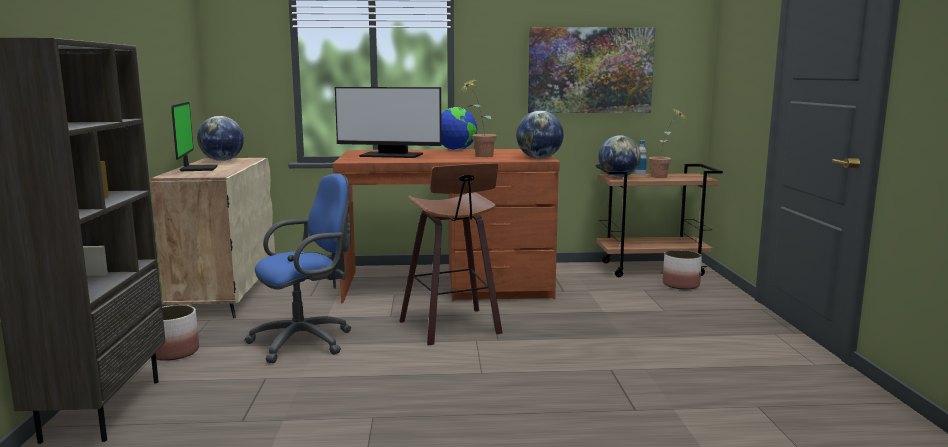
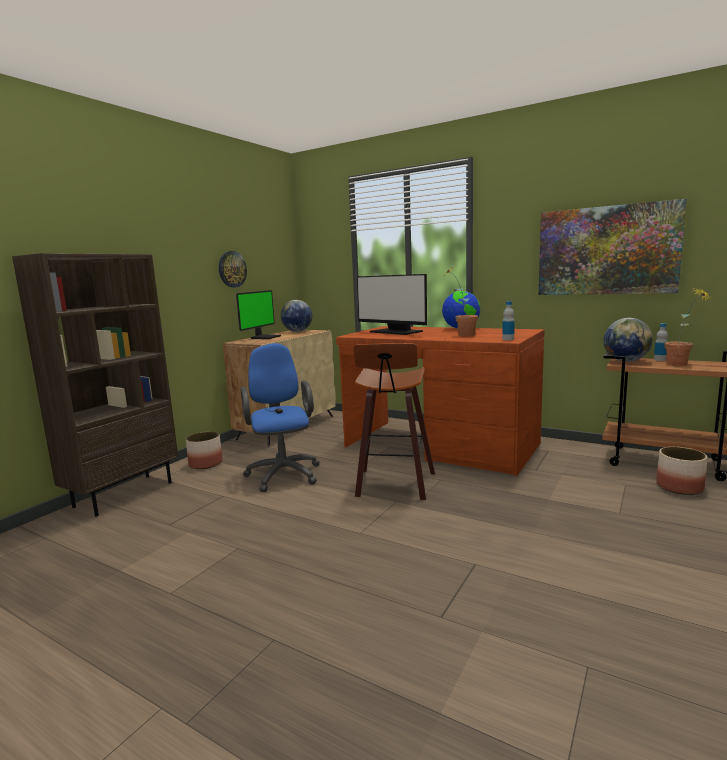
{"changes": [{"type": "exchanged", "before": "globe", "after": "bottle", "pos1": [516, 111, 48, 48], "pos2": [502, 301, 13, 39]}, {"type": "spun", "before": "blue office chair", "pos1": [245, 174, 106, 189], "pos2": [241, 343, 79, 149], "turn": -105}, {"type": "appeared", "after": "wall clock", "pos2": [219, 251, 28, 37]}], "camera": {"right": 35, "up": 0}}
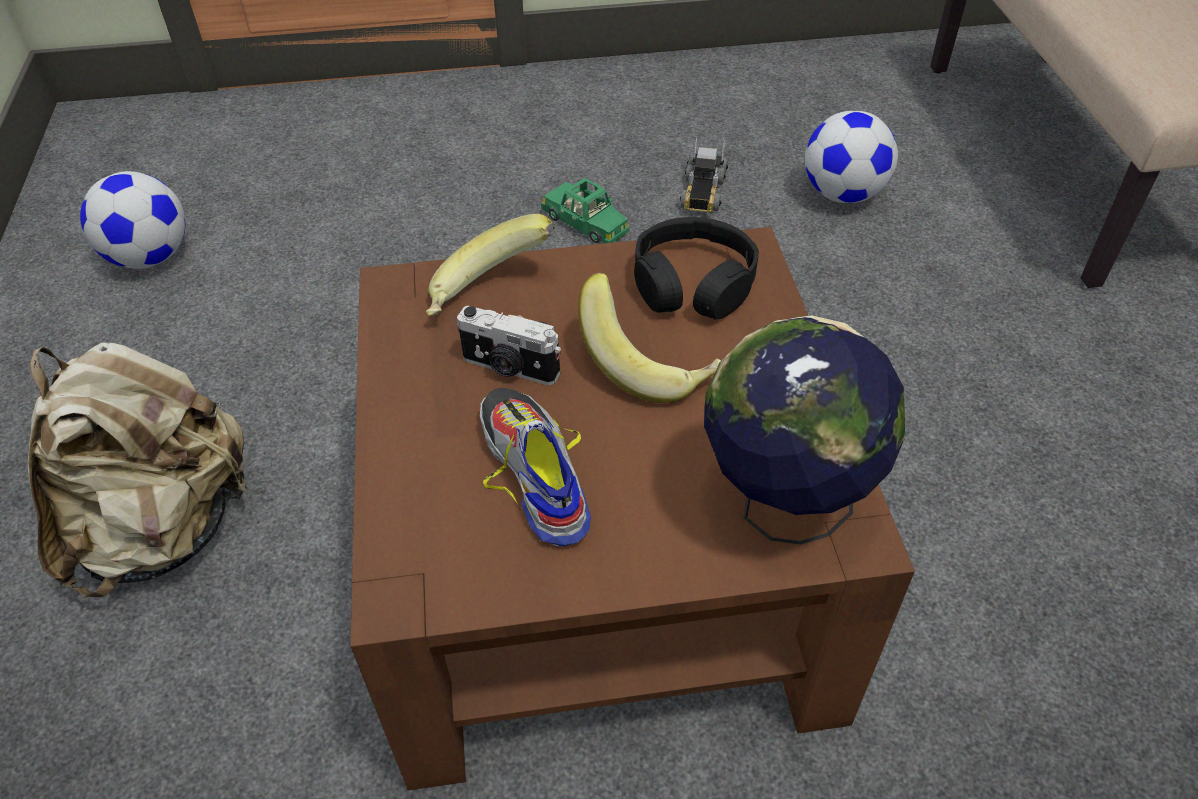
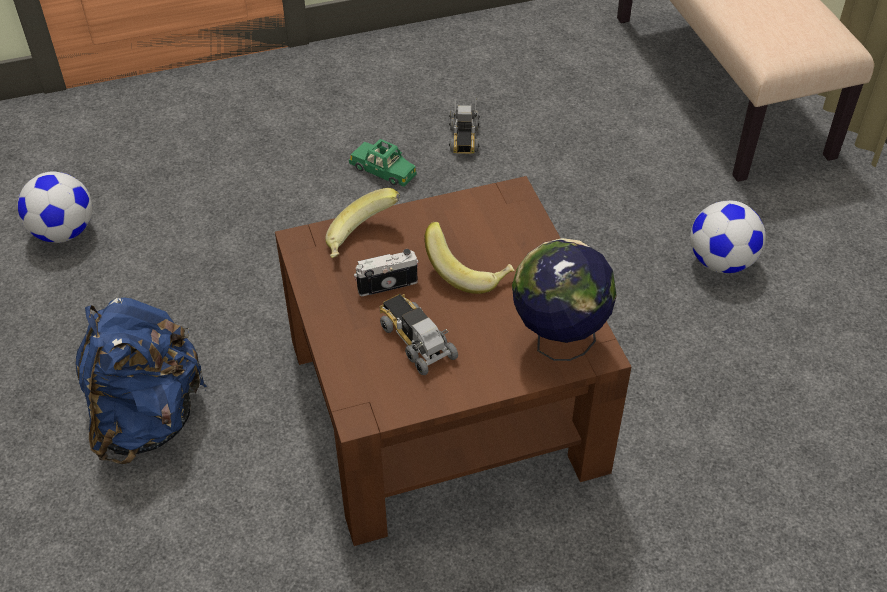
{"changes": [{"type": "relocated", "before": "football", "pos1": [805, 111, 93, 92], "pos2": [690, 201, 76, 72]}, {"type": "missing", "before": "black headphones", "pos1": [634, 217, 125, 102]}, {"type": "spun", "before": "photo camera", "pos1": [457, 306, 104, 79], "pos2": [354, 249, 65, 47], "turn": 150}, {"type": "colour", "before": "beige backpack", "after": "blue backpack", "pos1": [28, 342, 225, 255], "pos2": [76, 297, 131, 167]}, {"type": "exchanged", "before": "shoe", "after": "toy truck", "pos1": [480, 388, 111, 159], "pos2": [380, 294, 78, 81]}], "camera": {"right": -10, "up": 0}}
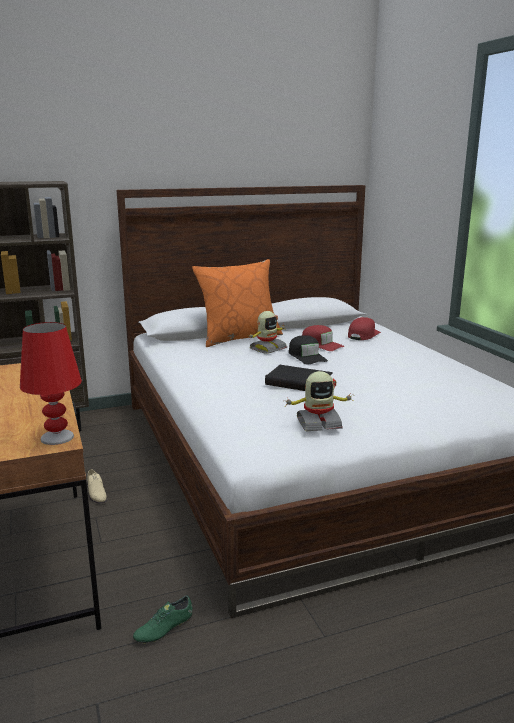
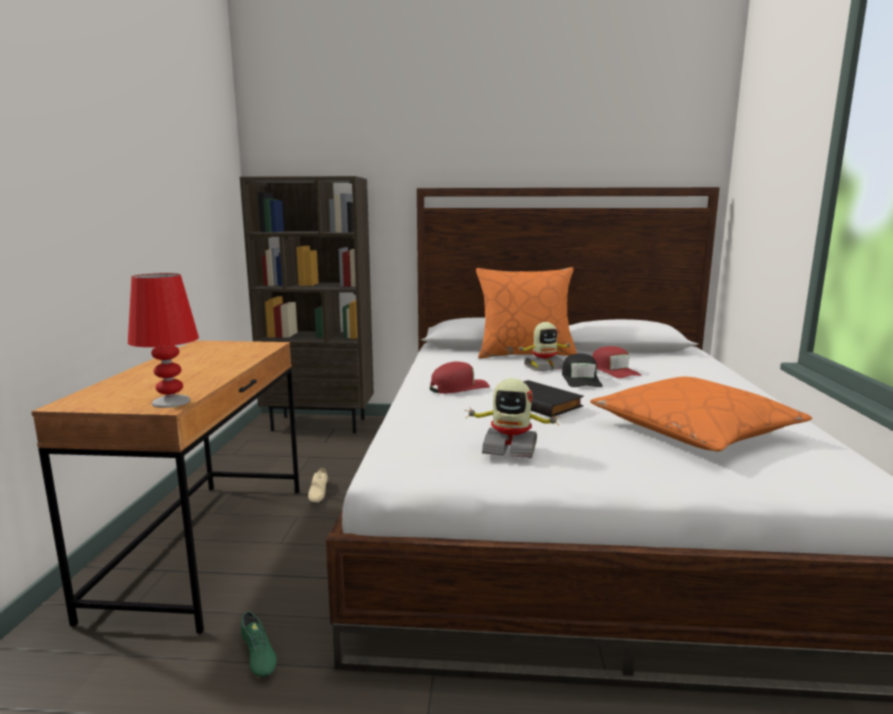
{"changes": [{"type": "relocated", "before": "red cap", "pos1": [348, 317, 33, 23], "pos2": [430, 362, 60, 32]}, {"type": "spun", "before": "green shoe", "pos1": [133, 596, 60, 48], "pos2": [241, 611, 36, 67], "turn": -105}, {"type": "appeared", "after": "orange pillow", "pos2": [590, 377, 222, 75]}], "camera": {"right": 25, "up": -5}}
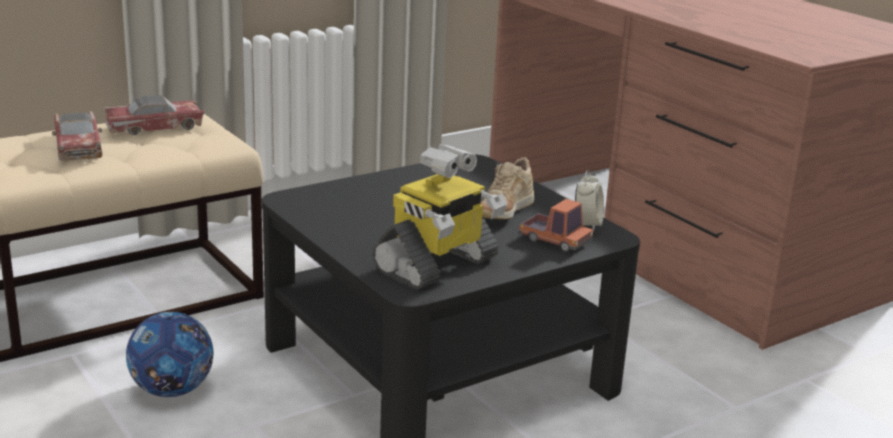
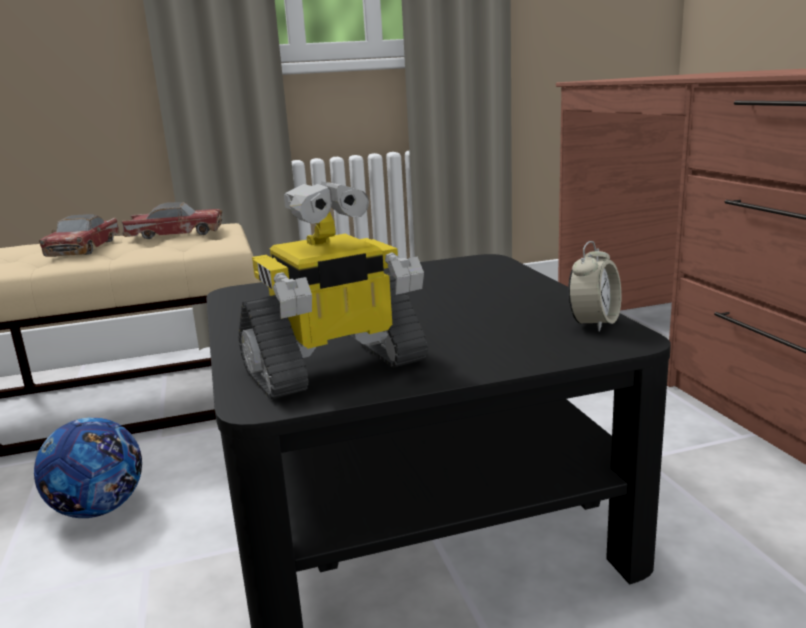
{"changes": [{"type": "missing", "before": "beige shoe", "pos1": [480, 157, 54, 62]}, {"type": "missing", "before": "toy truck", "pos1": [519, 199, 74, 53]}], "camera": {"right": 20, "up": -5}}
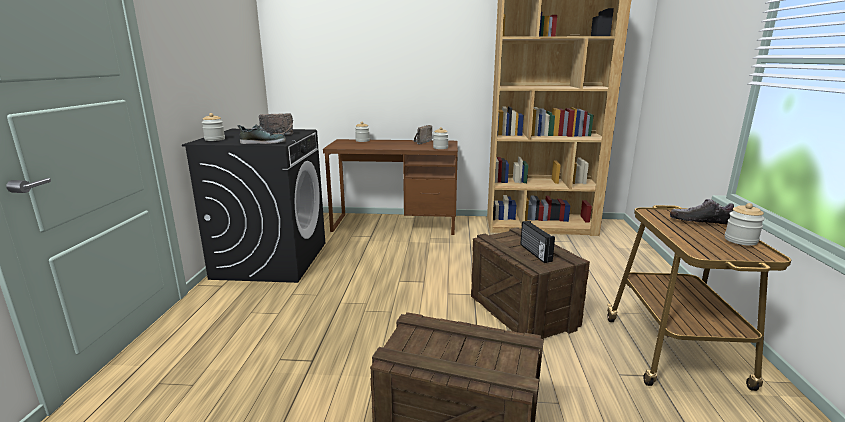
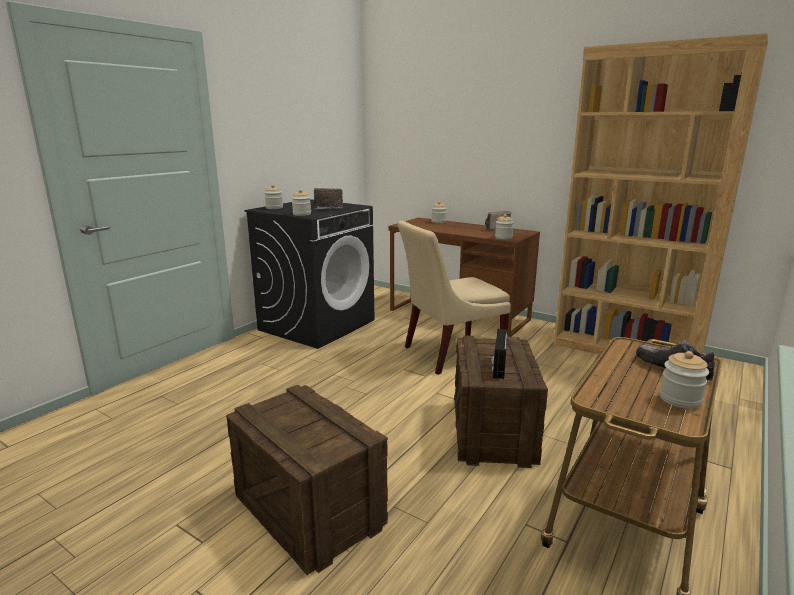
{"changes": [{"type": "exchanged", "before": "shoe", "after": "jar", "pos1": [237, 124, 49, 20], "pos2": [292, 189, 19, 27]}, {"type": "appeared", "after": "beige chair", "pos2": [398, 221, 113, 154]}], "camera": {"right": 30, "up": 0}}
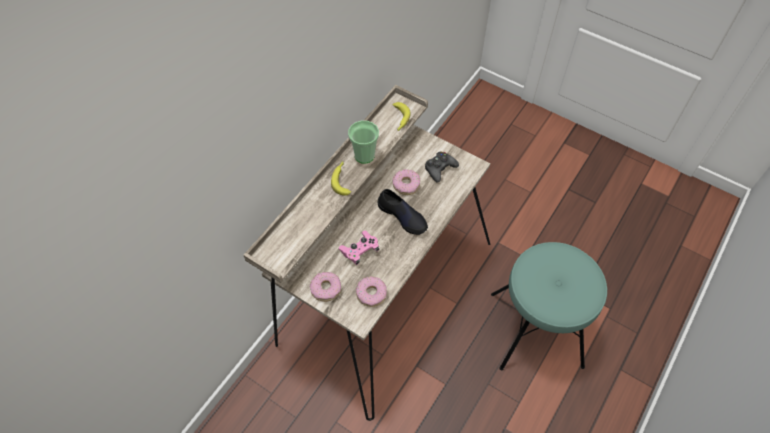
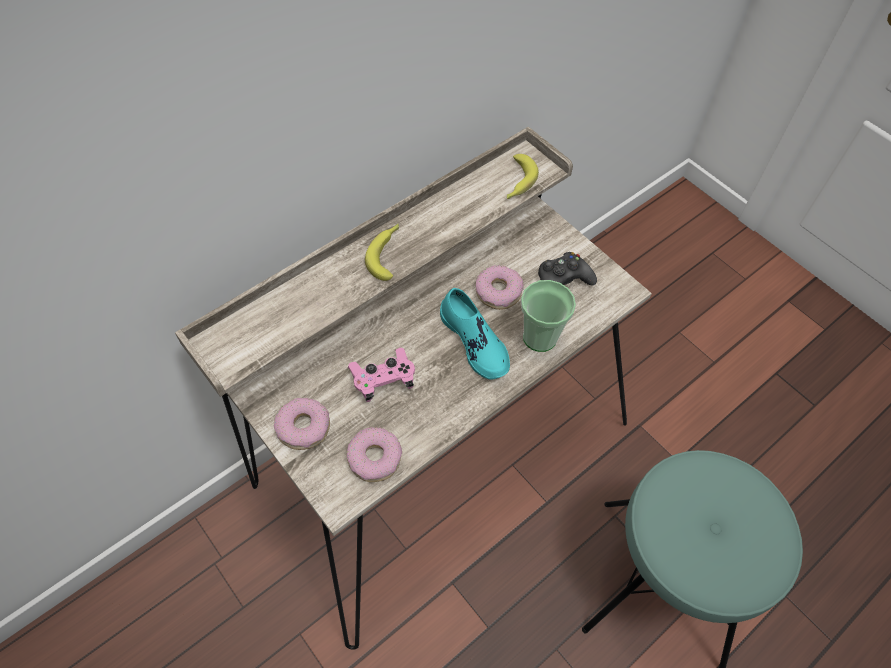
{"changes": [{"type": "relocated", "before": "cup", "pos1": [348, 121, 31, 43], "pos2": [521, 280, 55, 72]}, {"type": "colour", "before": "black shoe", "after": "turquoise shoe", "pos1": [378, 189, 50, 46], "pos2": [440, 288, 70, 92]}], "camera": {"right": 15, "up": 0}}
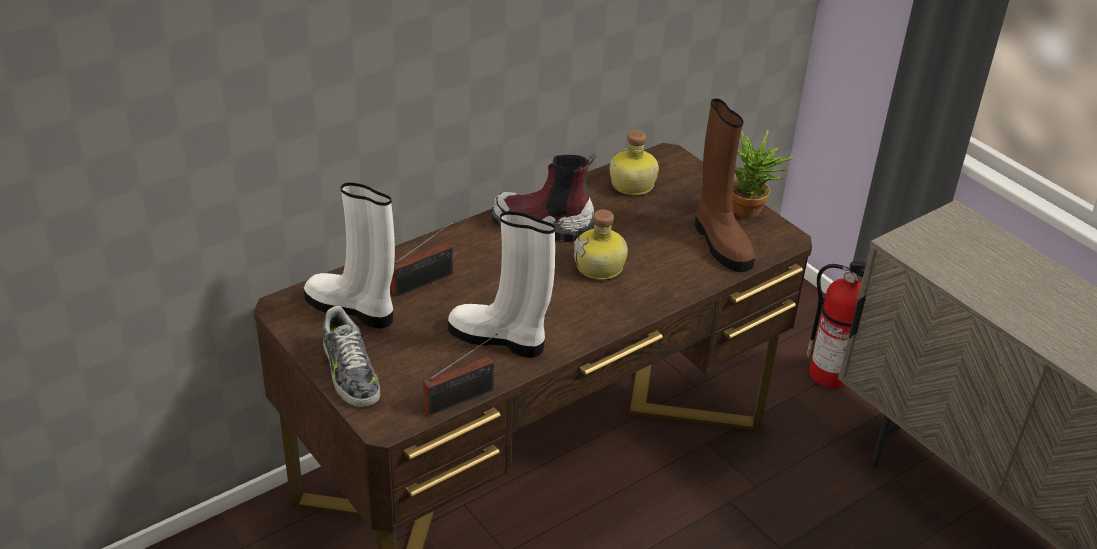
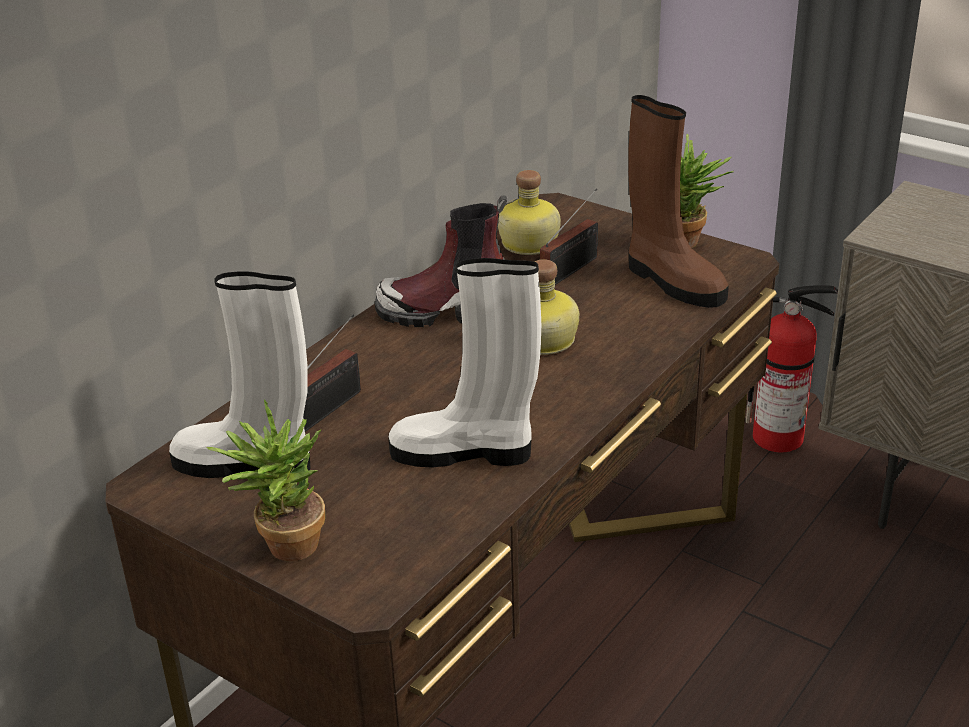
{"changes": [{"type": "exchanged", "before": "shoe", "after": "potted plant", "pos1": [323, 306, 57, 101], "pos2": [206, 399, 119, 162]}, {"type": "relocated", "before": "radio", "pos1": [423, 333, 75, 82], "pos2": [540, 188, 58, 97]}], "camera": {"right": -15, "up": -5}}
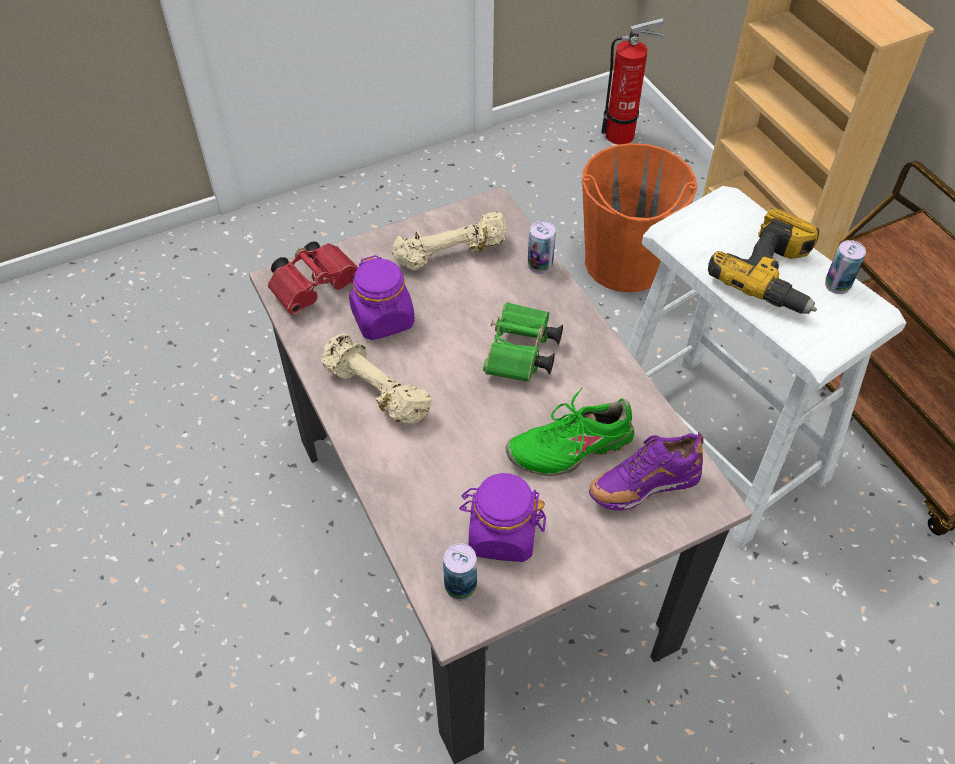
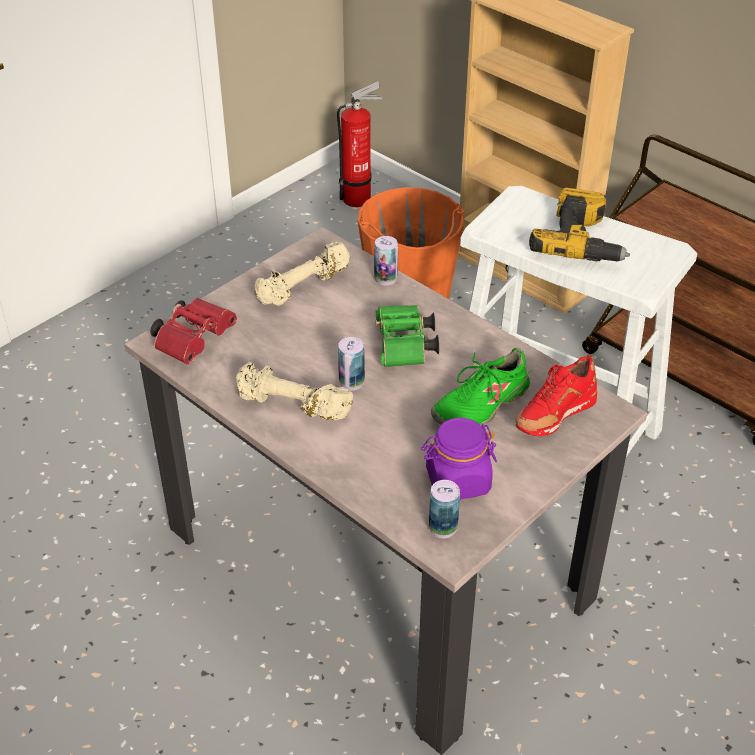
{"changes": [{"type": "relocated", "before": "can", "pos1": [825, 240, 41, 54], "pos2": [338, 337, 27, 54]}, {"type": "missing", "before": "purple jar", "pos1": [349, 255, 66, 85]}, {"type": "colour", "before": "purple shoe", "after": "red shoe", "pos1": [589, 432, 115, 78], "pos2": [515, 354, 82, 82]}], "camera": {"right": -20, "up": -10}}
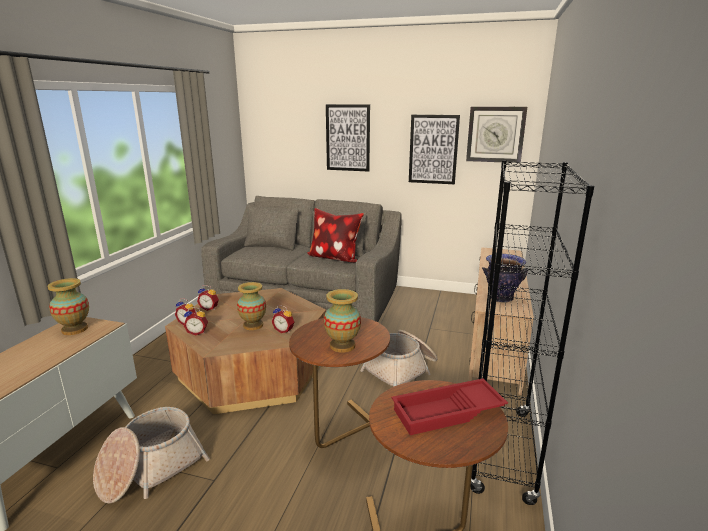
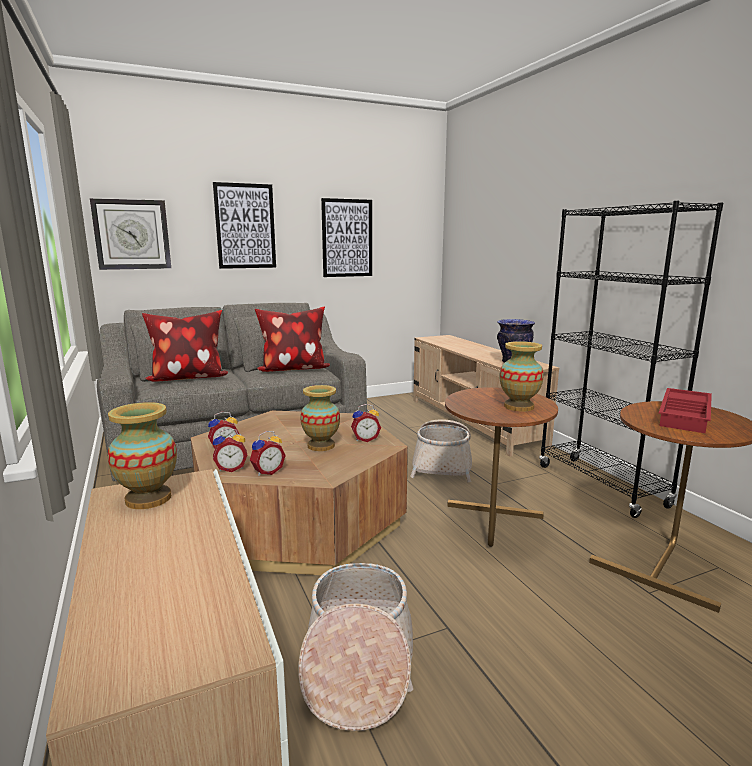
{"changes": [{"type": "relocated", "before": "wall clock", "pos1": [466, 106, 61, 57], "pos2": [90, 198, 81, 72]}, {"type": "appeared", "after": "pillow", "pos2": [142, 310, 86, 71]}], "camera": {"right": -40, "up": -5}}
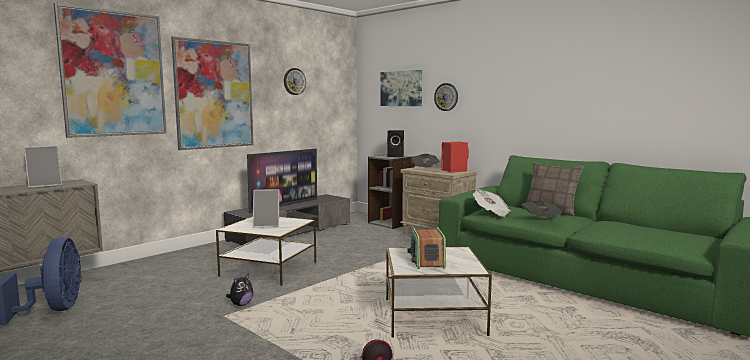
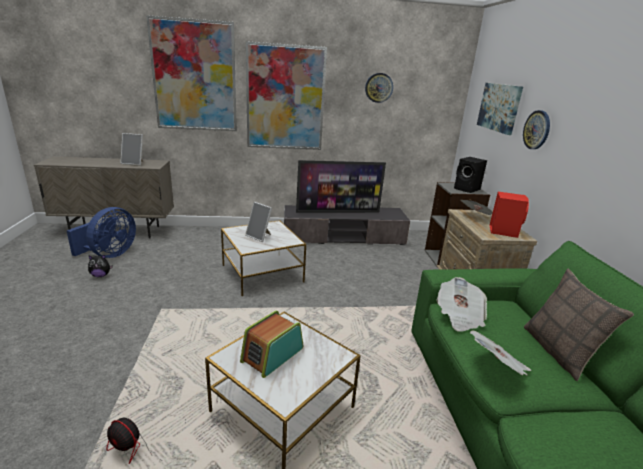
{"changes": [{"type": "relocated", "before": "plush toy", "pos1": [226, 273, 27, 33], "pos2": [88, 255, 25, 22]}], "camera": {"right": 40, "up": 15}}
